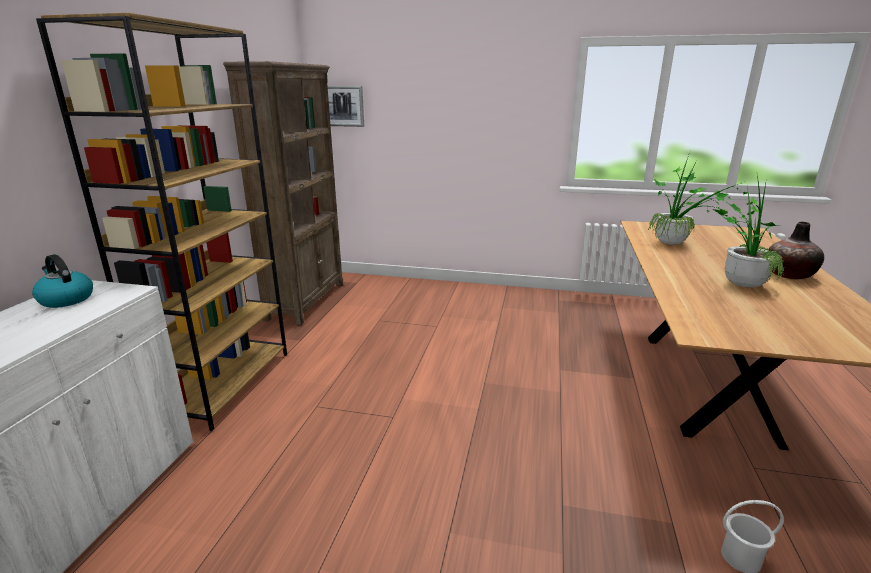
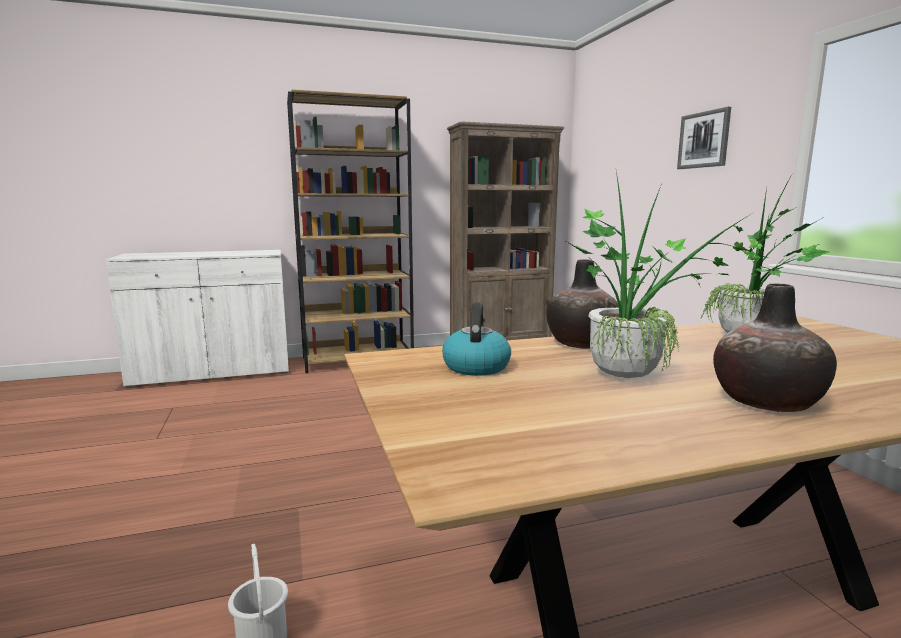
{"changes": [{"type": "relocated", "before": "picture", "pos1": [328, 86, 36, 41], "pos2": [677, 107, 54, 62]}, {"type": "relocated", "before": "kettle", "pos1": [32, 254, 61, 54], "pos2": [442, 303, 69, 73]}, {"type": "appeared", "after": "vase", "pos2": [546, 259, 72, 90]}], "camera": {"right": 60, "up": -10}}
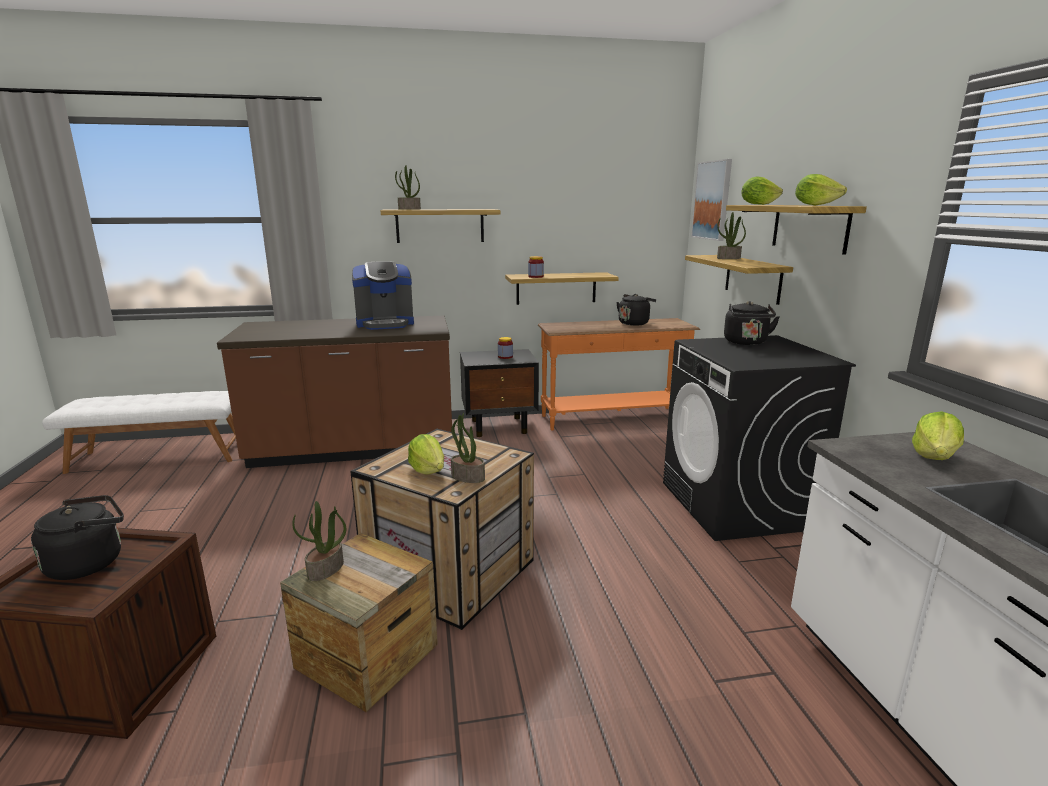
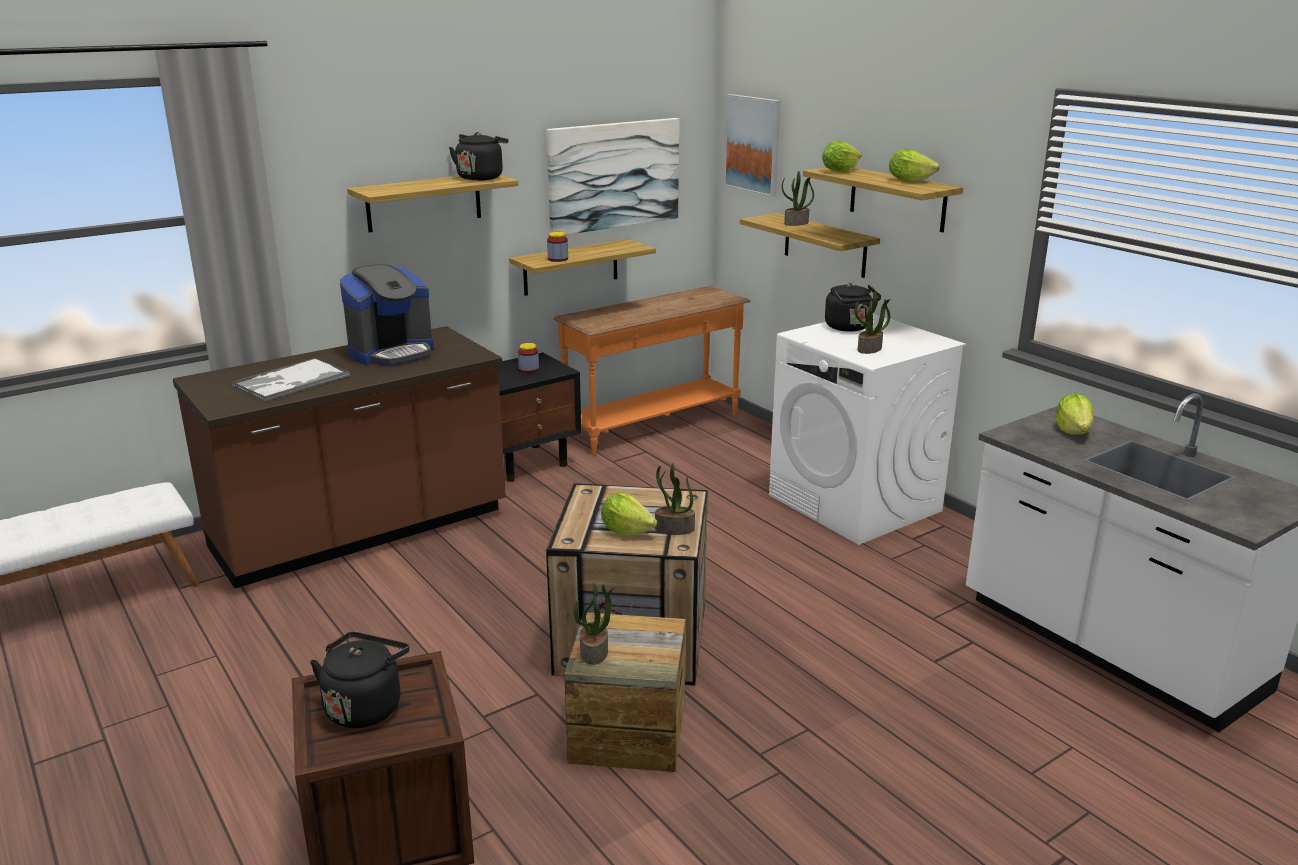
{"changes": [{"type": "relocated", "before": "potted plant", "pos1": [395, 165, 26, 45], "pos2": [855, 292, 35, 62]}, {"type": "relocated", "before": "black kettle", "pos1": [616, 294, 40, 32], "pos2": [449, 132, 59, 49]}, {"type": "colour", "before": "black washing machine", "after": "white washing machine", "pos1": [663, 335, 193, 206], "pos2": [769, 314, 197, 231]}, {"type": "appeared", "after": "picture", "pos2": [546, 118, 133, 117]}, {"type": "appeared", "after": "tray", "pos2": [232, 358, 118, 44]}], "camera": {"right": -25, "up": 5}}
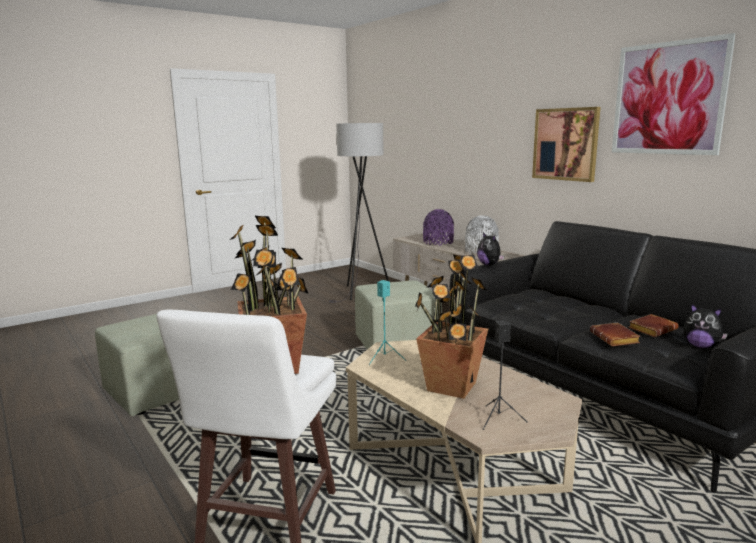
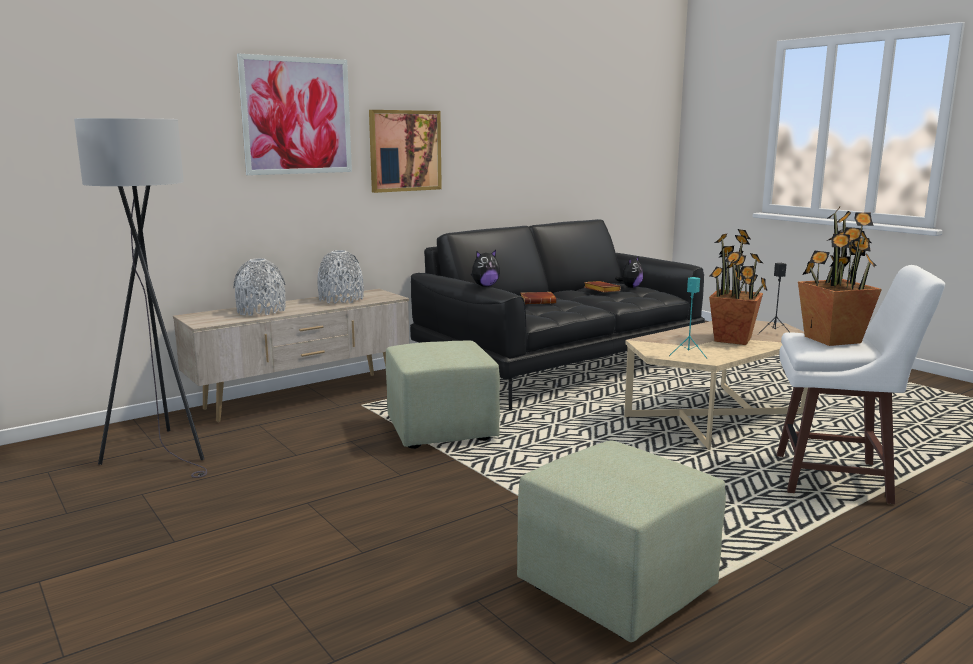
{"changes": [{"type": "relocated", "before": "picture", "pos1": [612, 33, 124, 122], "pos2": [237, 53, 115, 122]}, {"type": "colour", "before": "purple vase", "after": "grey vase", "pos1": [423, 209, 31, 37], "pos2": [233, 258, 53, 58]}, {"type": "relocated", "before": "brown book", "pos1": [590, 322, 50, 24], "pos2": [521, 292, 35, 12]}], "camera": {"right": -90, "up": 0}}
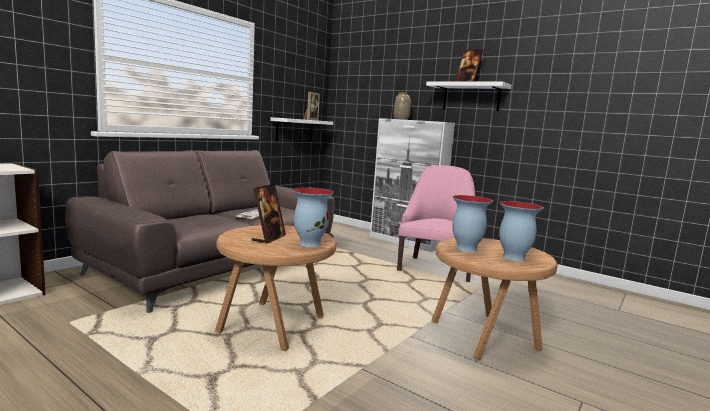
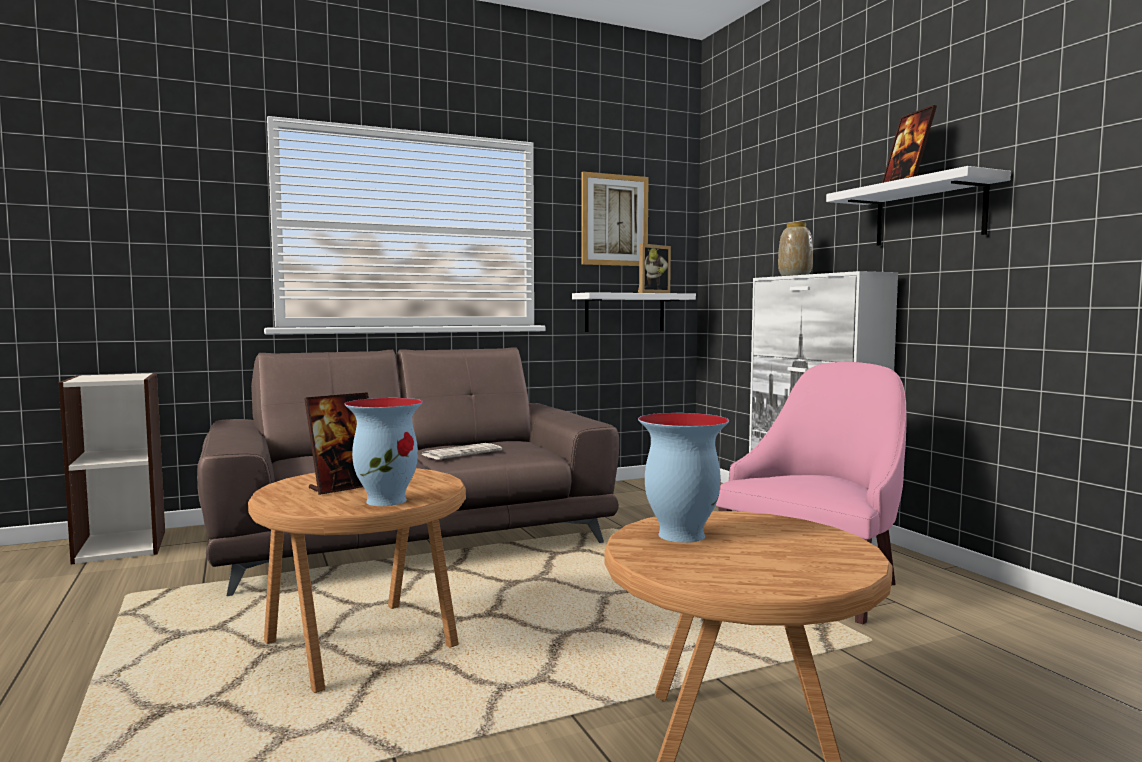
{"changes": [{"type": "missing", "before": "vase", "pos1": [499, 201, 45, 60]}, {"type": "appeared", "after": "picture", "pos2": [581, 172, 68, 94]}], "camera": {"right": 30, "up": -5}}
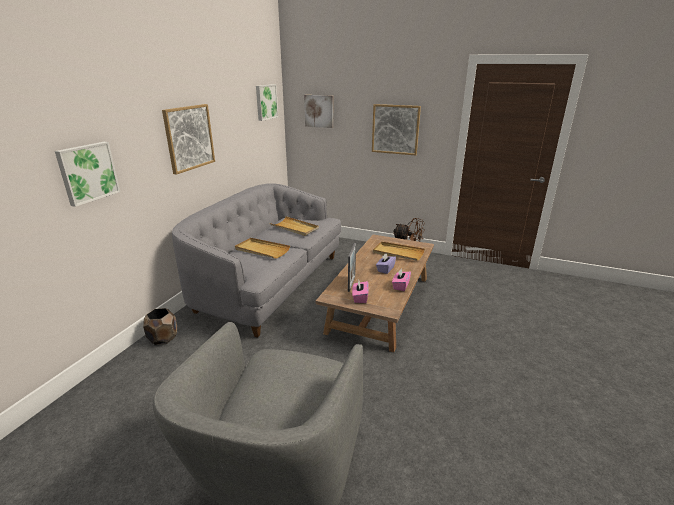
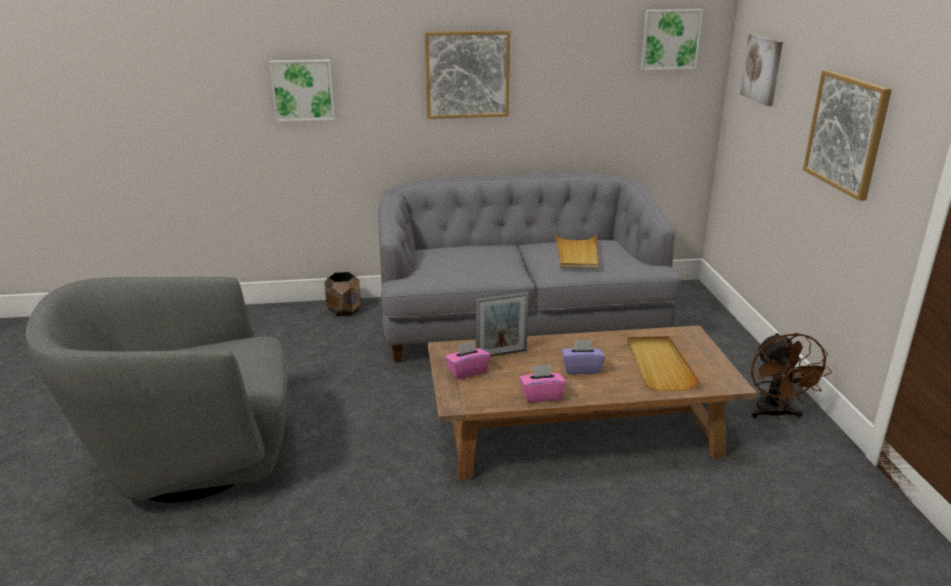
{"changes": [{"type": "missing", "before": "beige tray", "pos1": [235, 238, 55, 20]}], "camera": {"right": 60, "up": 0}}
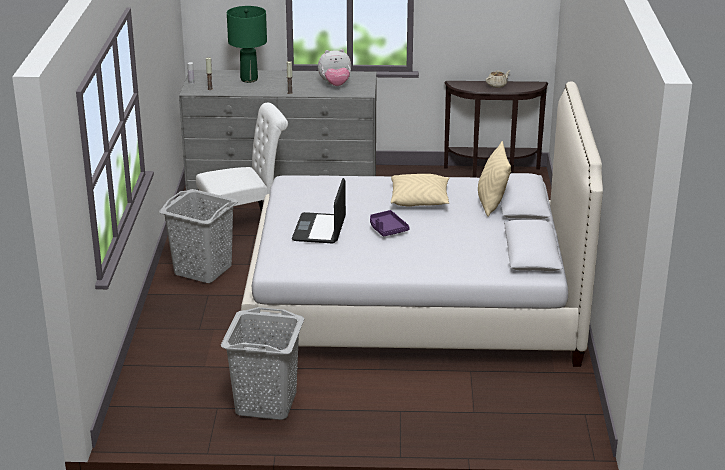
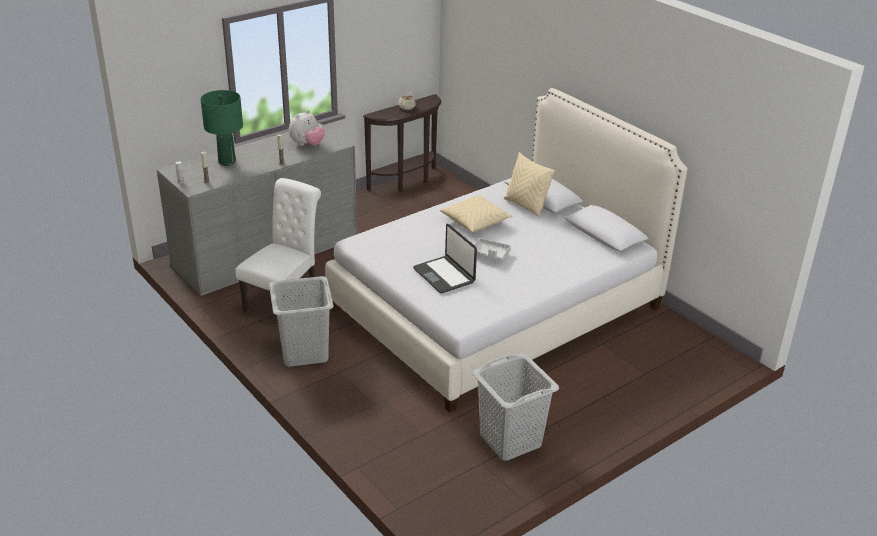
{"changes": [{"type": "colour", "before": "purple tray", "after": "grey tray", "pos1": [370, 210, 40, 27], "pos2": [474, 238, 37, 24]}], "camera": {"right": -40, "up": 5}}
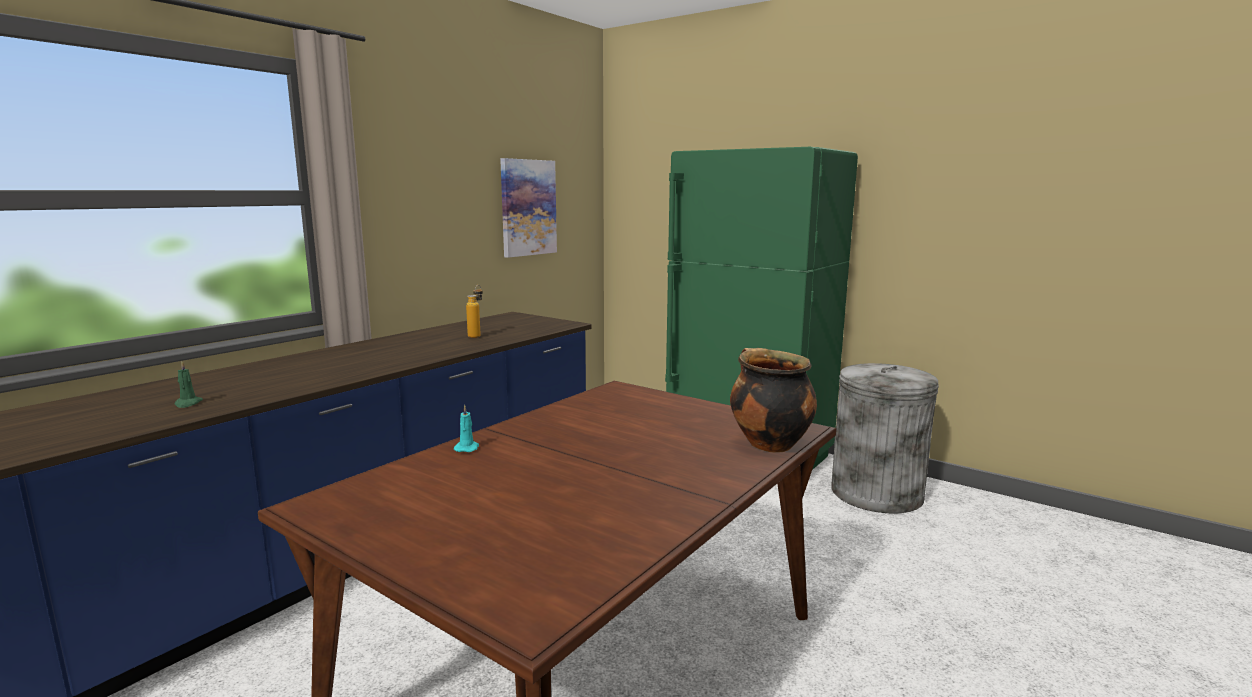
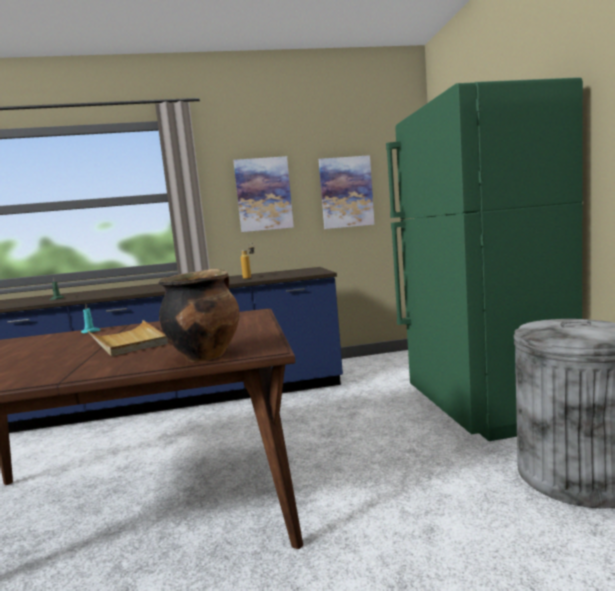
{"changes": [{"type": "appeared", "after": "picture", "pos2": [233, 156, 61, 76]}, {"type": "appeared", "after": "beige tray", "pos2": [87, 320, 81, 36]}], "camera": {"right": 45, "up": -5}}
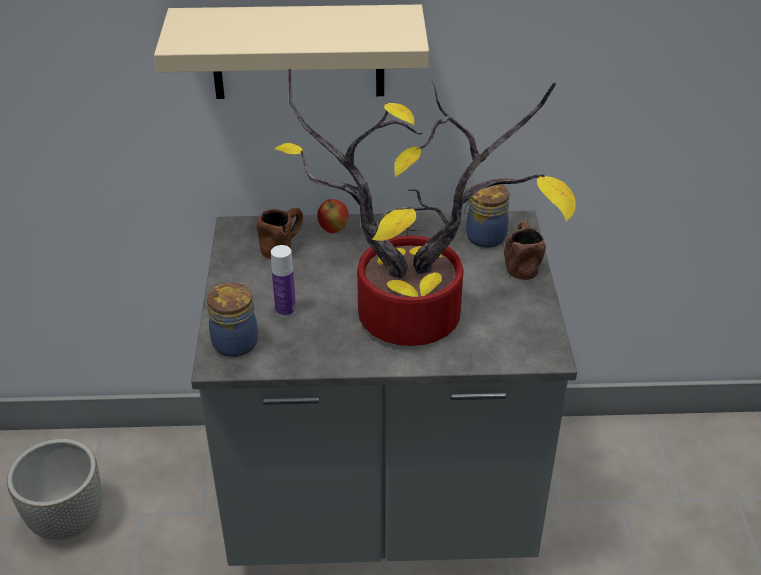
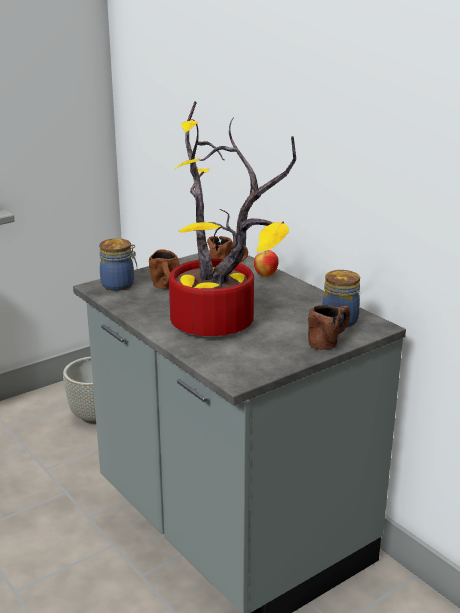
{"changes": [{"type": "missing", "before": "beige shelf", "pos1": [154, 5, 275, 94]}, {"type": "exchanged", "before": "bottle", "after": "brown mug", "pos1": [271, 245, 25, 72], "pos2": [149, 249, 31, 40]}], "camera": {"right": 55, "up": -15}}
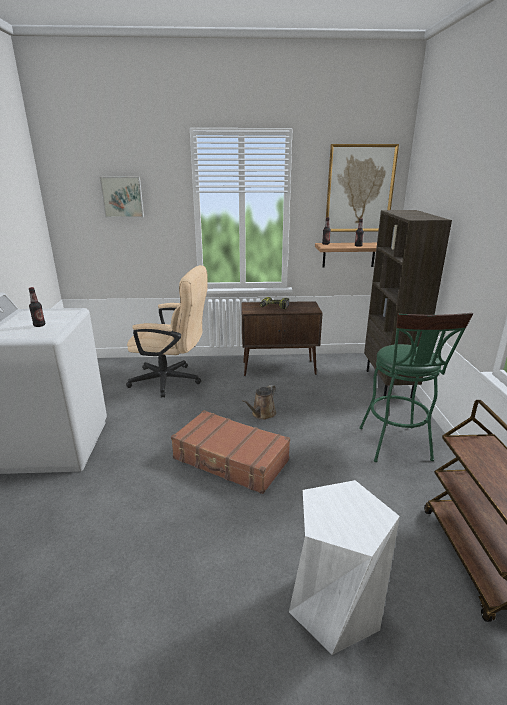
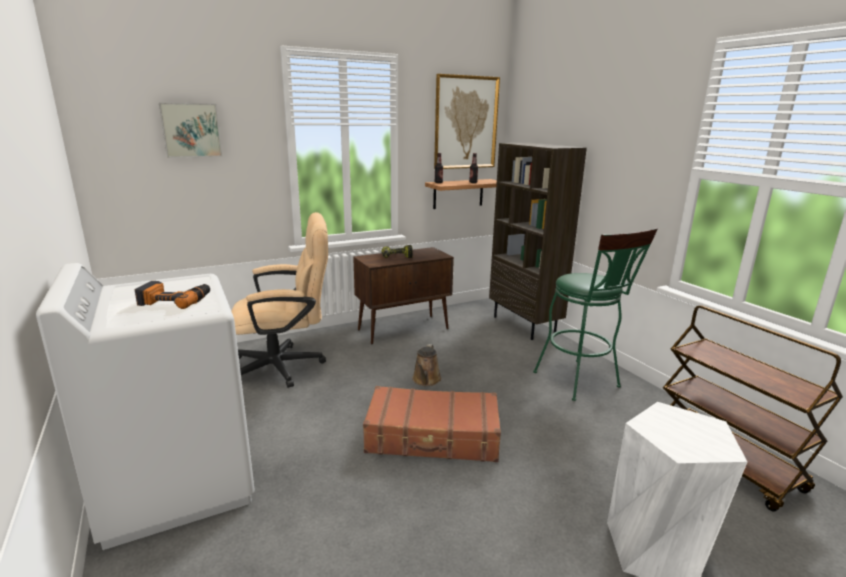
{"changes": [{"type": "exchanged", "before": "bottle", "after": "power drill", "pos1": [29, 287, 16, 40], "pos2": [135, 281, 75, 28]}], "camera": {"right": -25, "up": -5}}
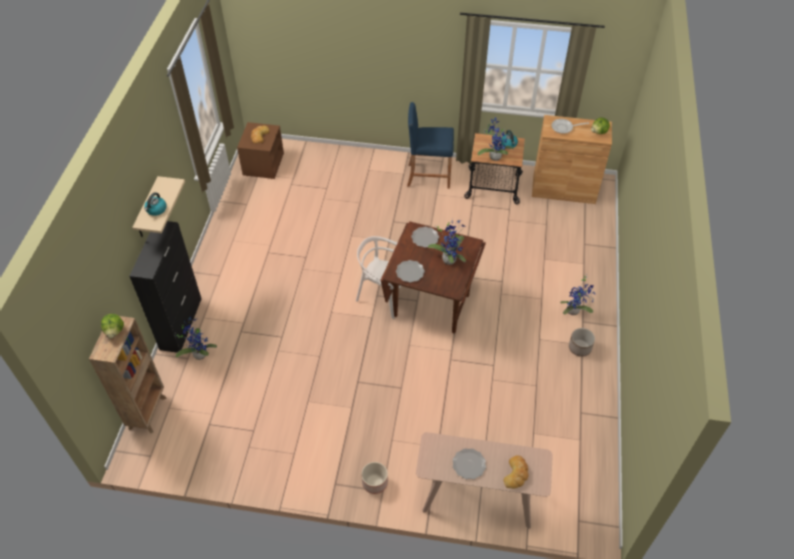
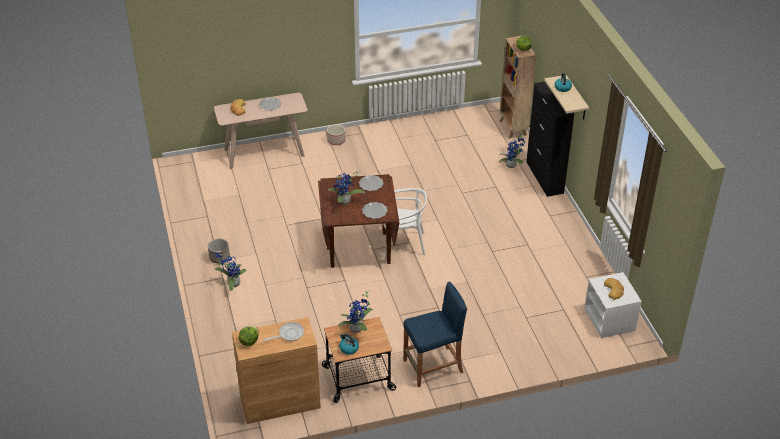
{"changes": [{"type": "colour", "before": "brown nightstand", "after": "white nightstand", "pos1": [237, 122, 47, 57], "pos2": [584, 272, 58, 66]}], "camera": {"right": 155, "up": -10}}
